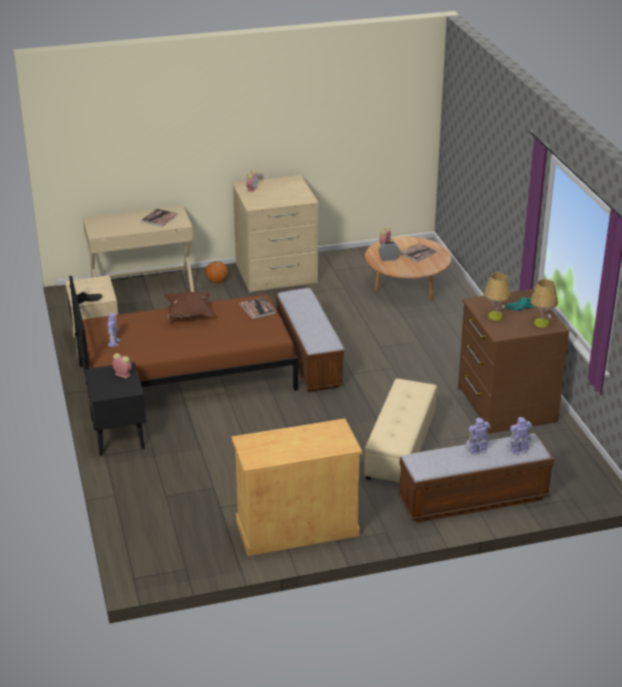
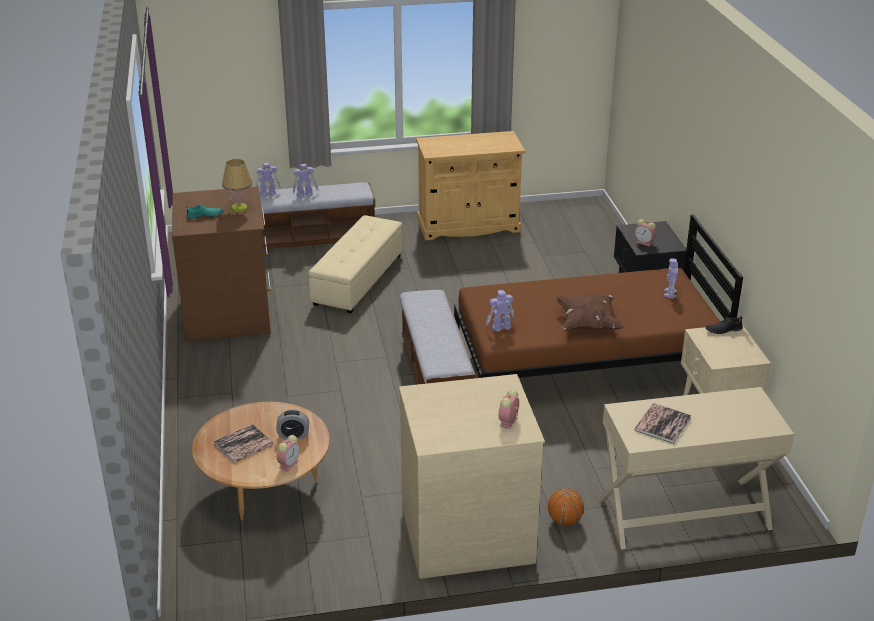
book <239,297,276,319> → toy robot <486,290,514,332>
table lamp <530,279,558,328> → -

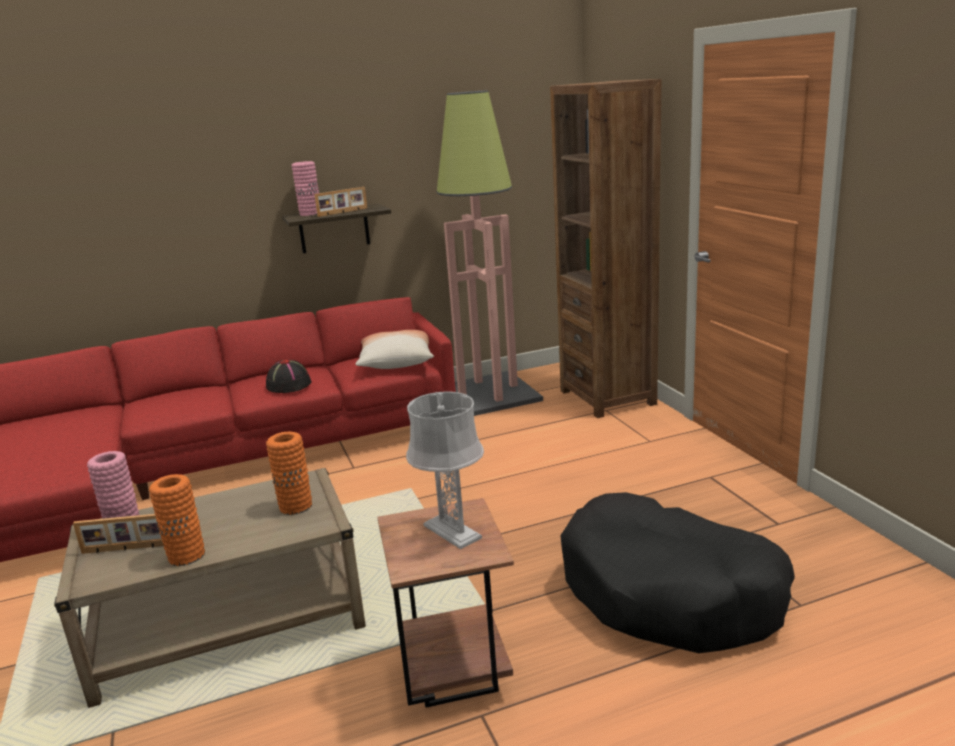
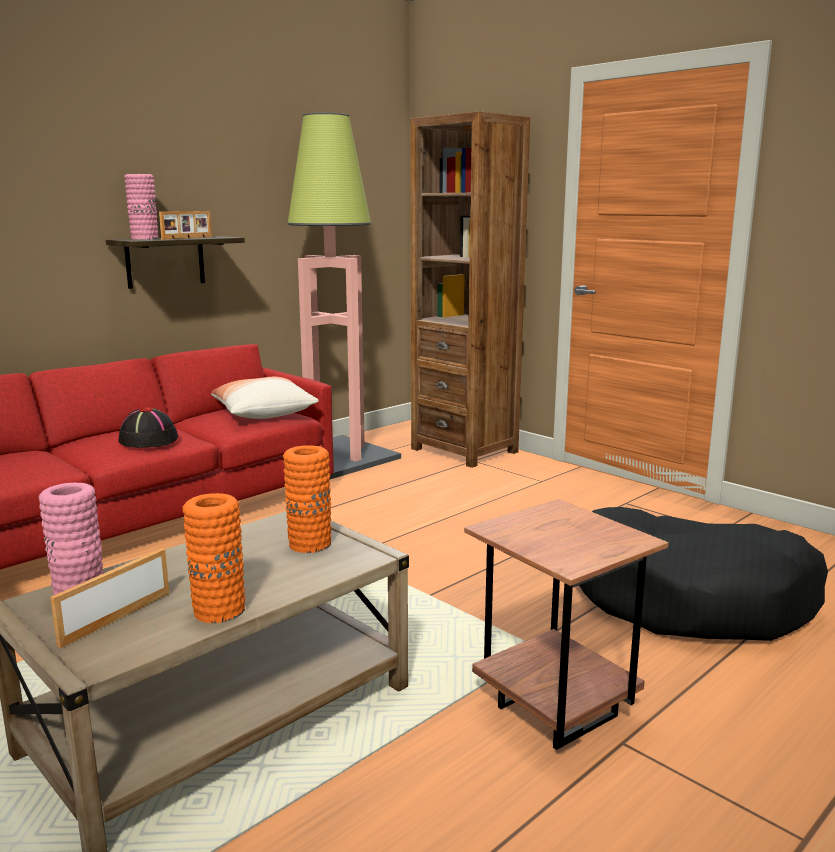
picture frame <73,514,164,554> → picture frame <50,548,169,648>, 150 degrees clockwise
table lamp in grey <406,392,484,549> → -

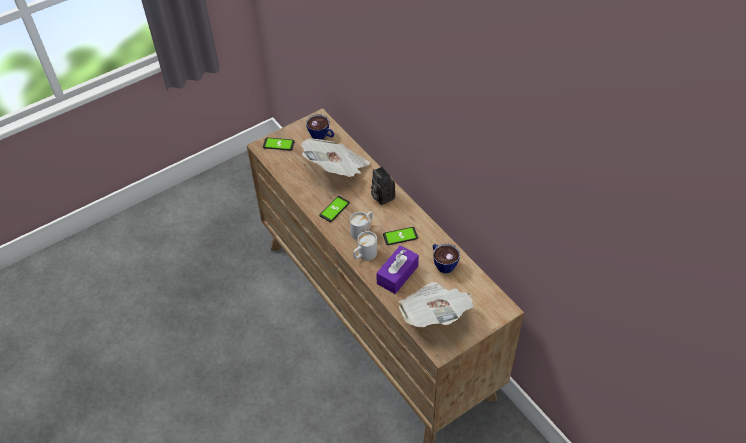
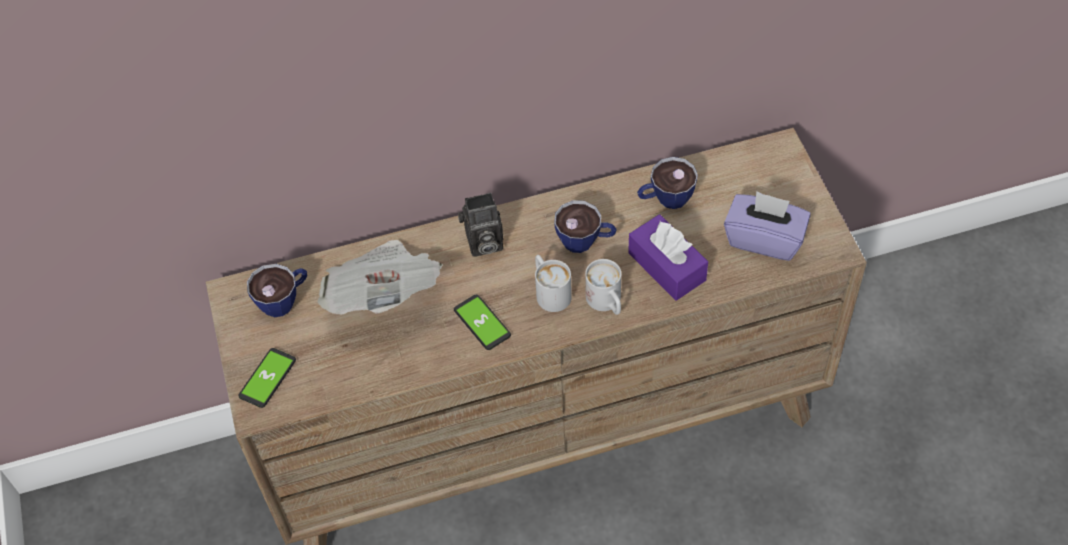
phone <383,227,418,245> → cup <554,200,617,253>
newspaper <398,282,474,327> → tissue box in purple <724,191,811,261>

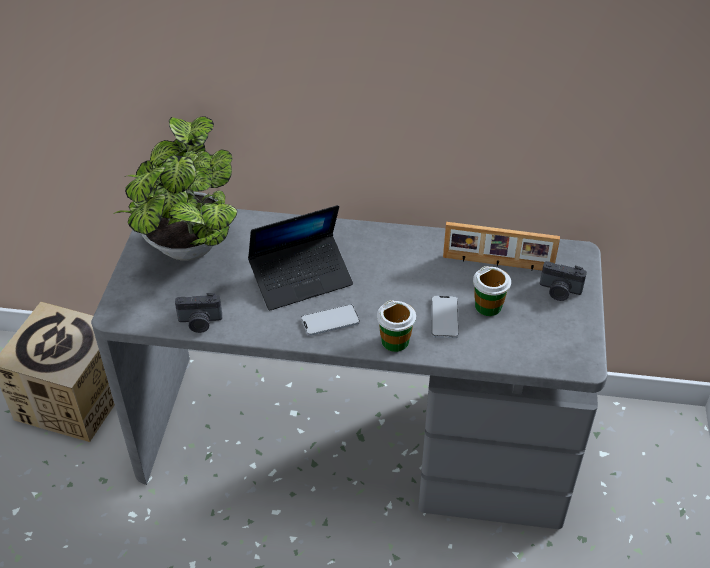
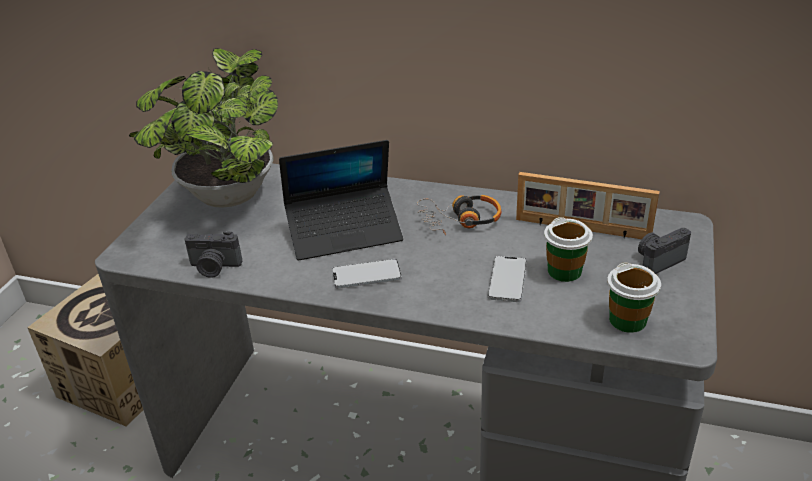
cup <377,300,416,352> → cup <607,262,661,333>, move
photo camera <540,261,587,301> → photo camera <638,228,691,274>, 120 degrees clockwise
- → headphones <417,195,502,235>

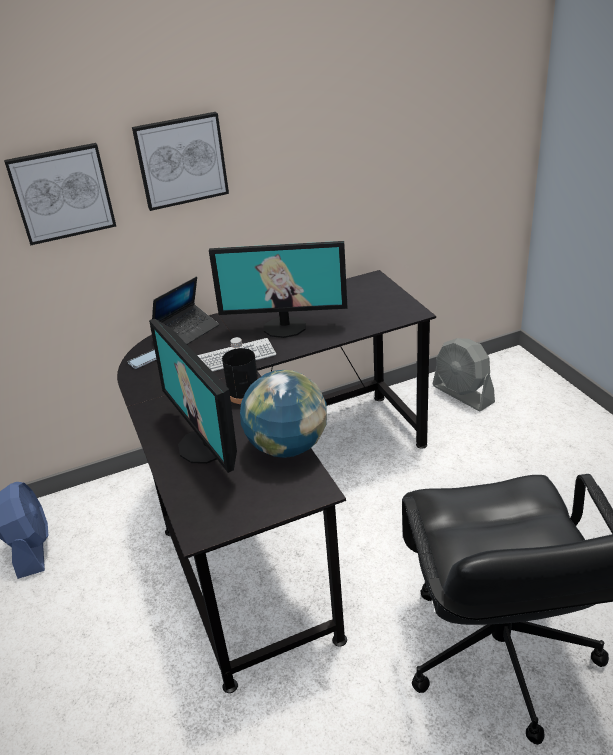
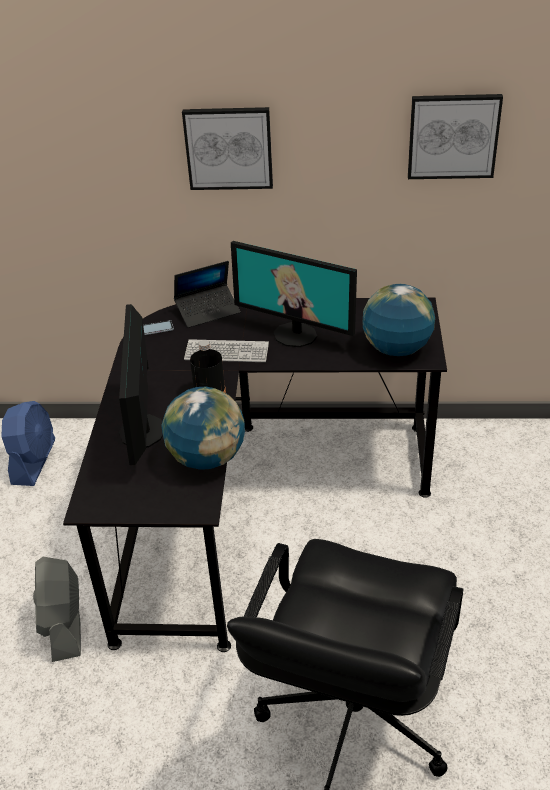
picture <4,143,116,245> → picture <408,94,503,179>, move
fan in grey <433,338,495,411> → fan in grey <33,557,81,662>, move
- → globe <363,284,435,356>

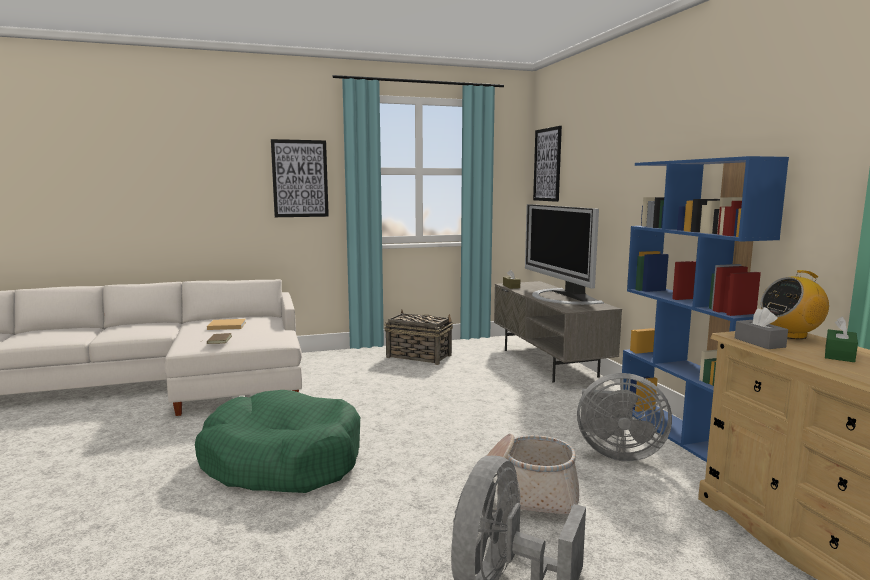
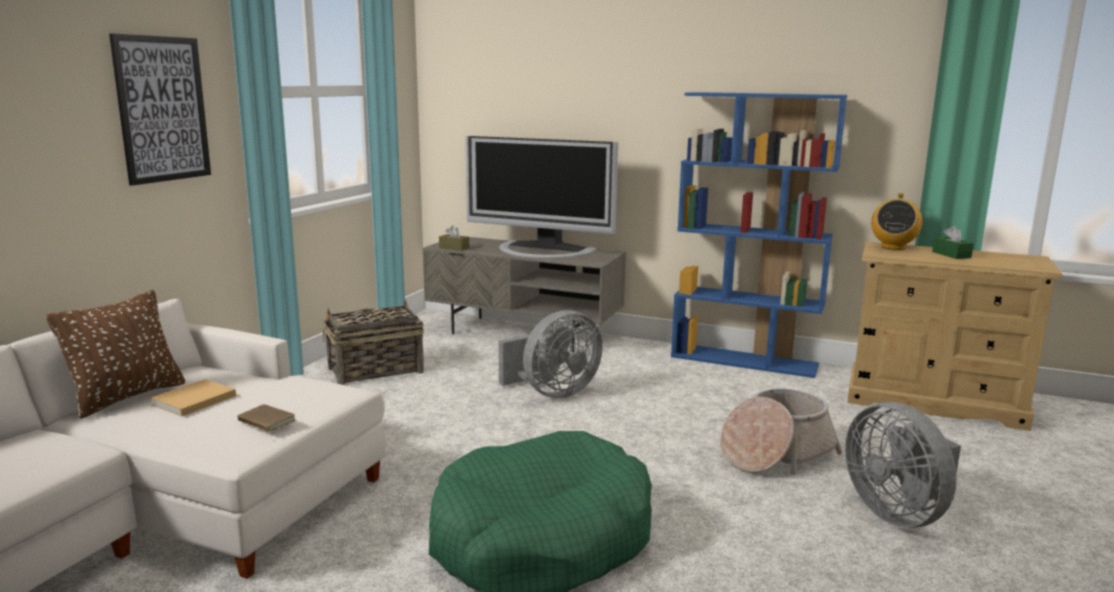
picture <533,126,562,202> → -
fan in grey <577,373,672,462> → fan in grey <498,310,603,398>, move
tissue box in grey <735,307,788,349> → -
- → pillow in brown <46,290,185,419>

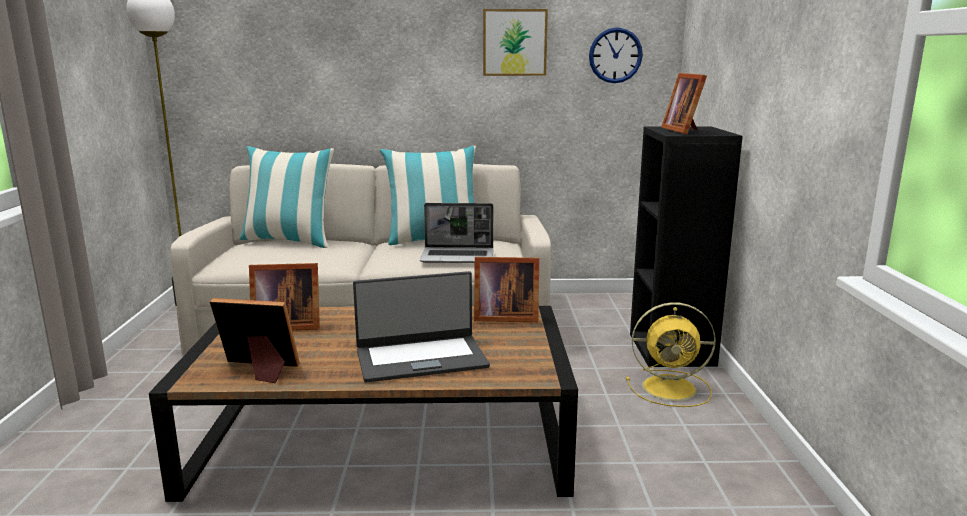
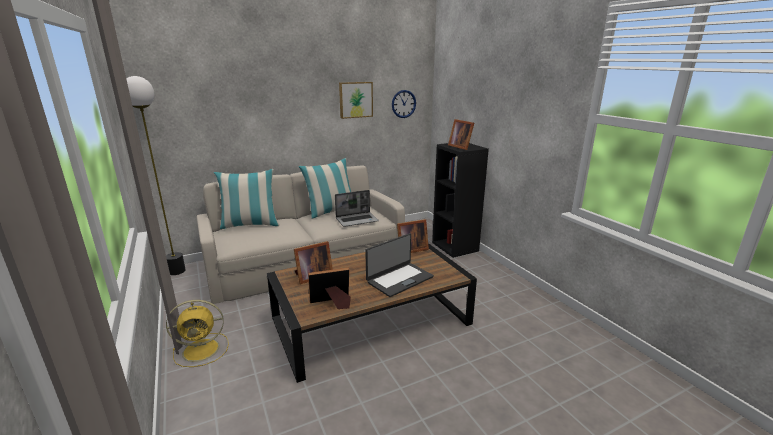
fan in yellow <626,302,716,407> → fan in yellow <166,300,229,367>, move

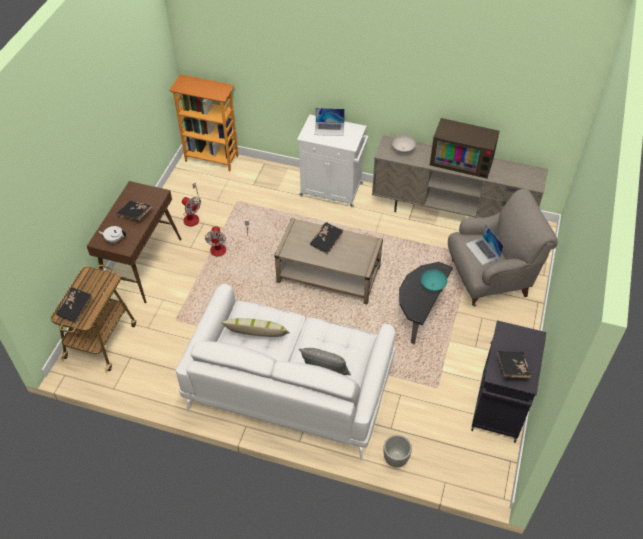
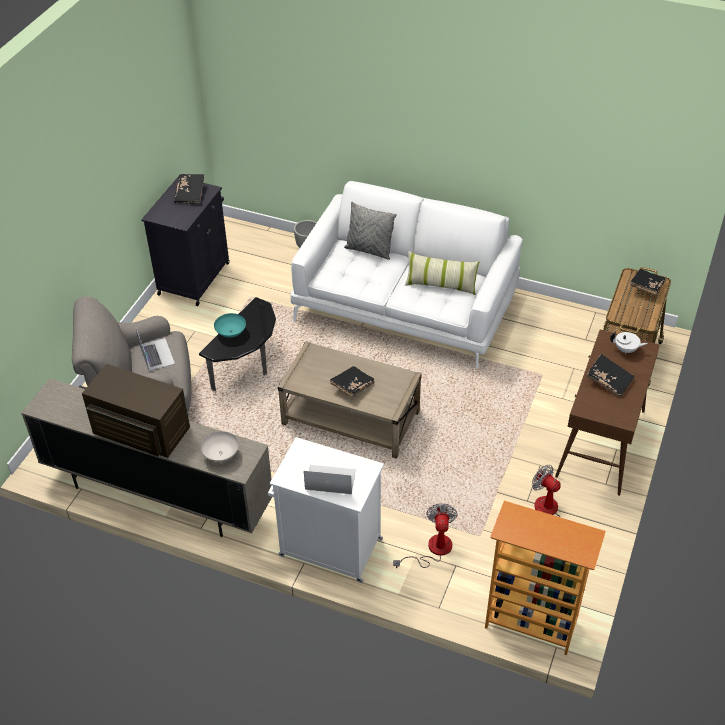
fan <205,221,249,256> → fan <393,503,458,568>, move

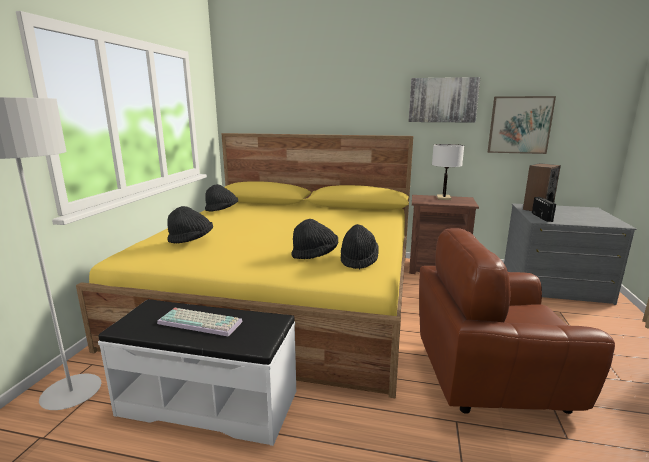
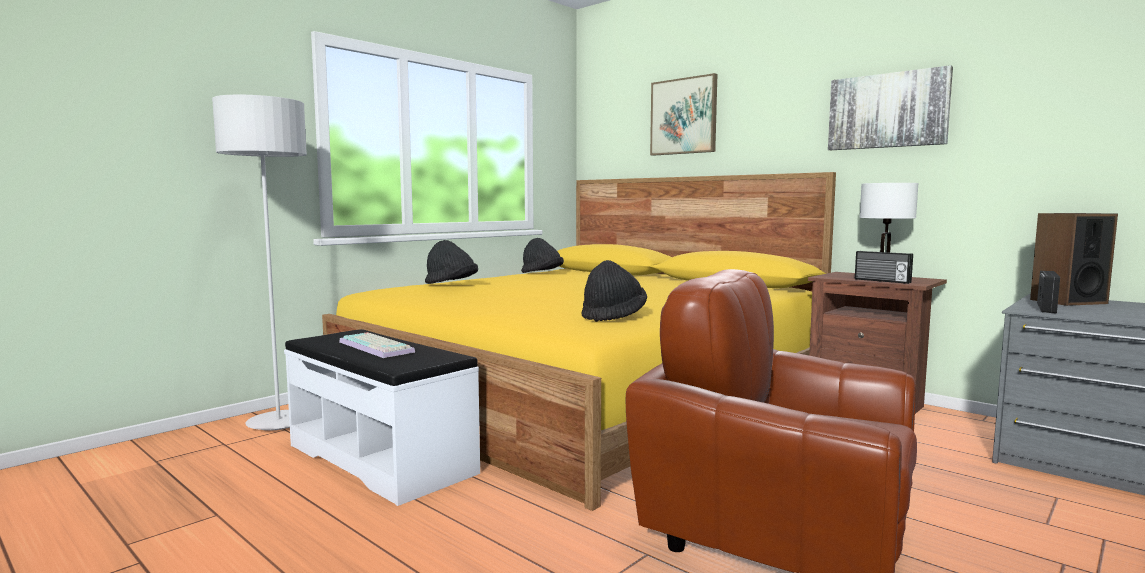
hat in black <292,219,338,259> → -
picture <488,96,556,154> → picture <650,73,717,156>, move
- → radio <855,251,913,284>

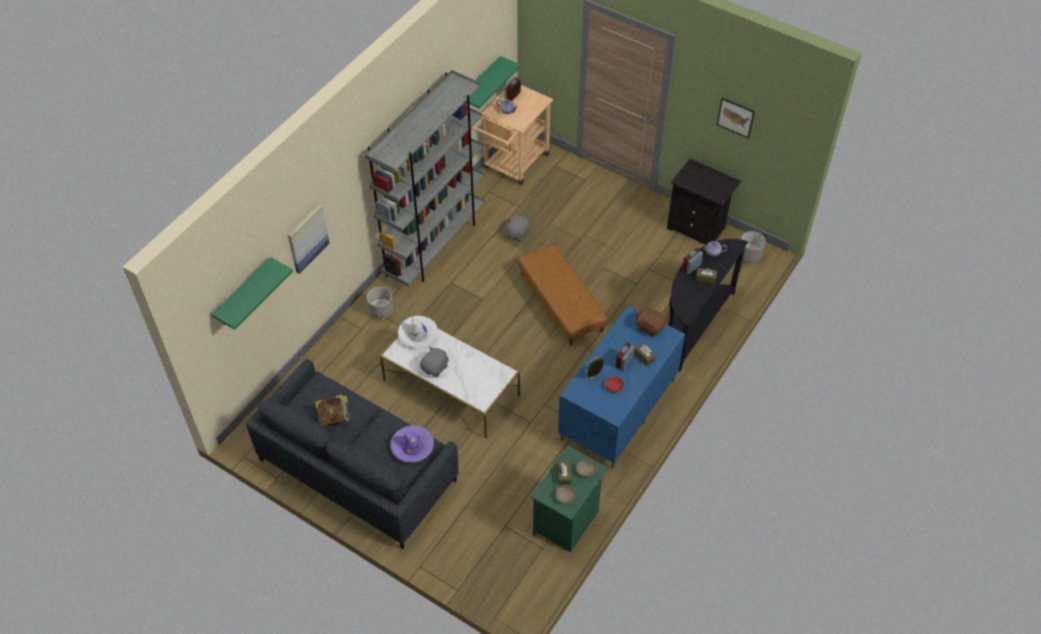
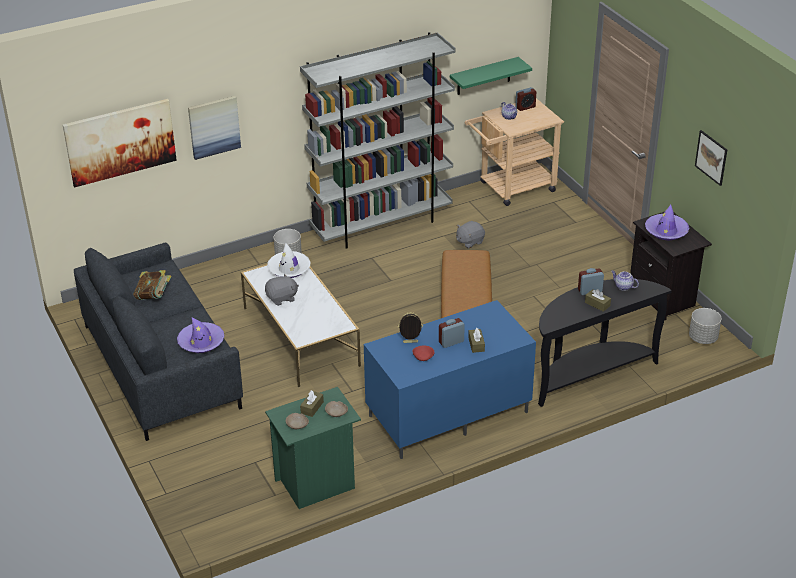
shelf in green <211,257,293,330> → picture <63,99,177,187>
plush toy in brown <635,306,666,337> → -
- → hat in purple <645,205,689,240>

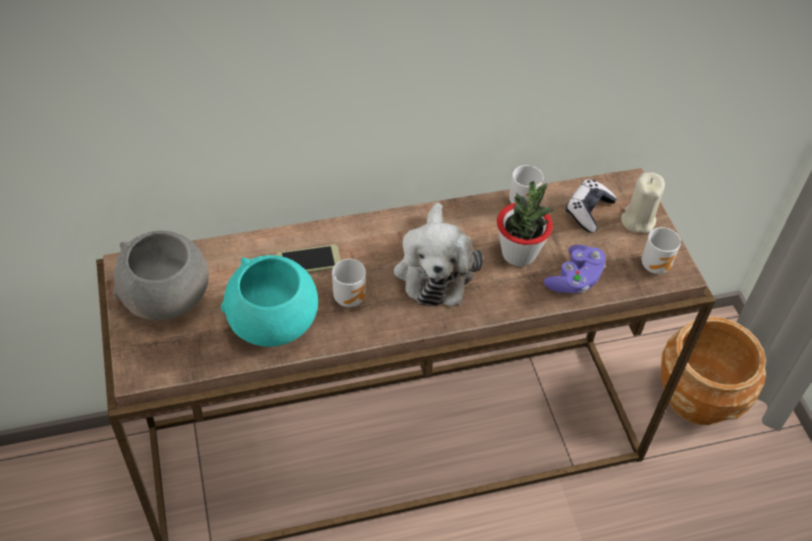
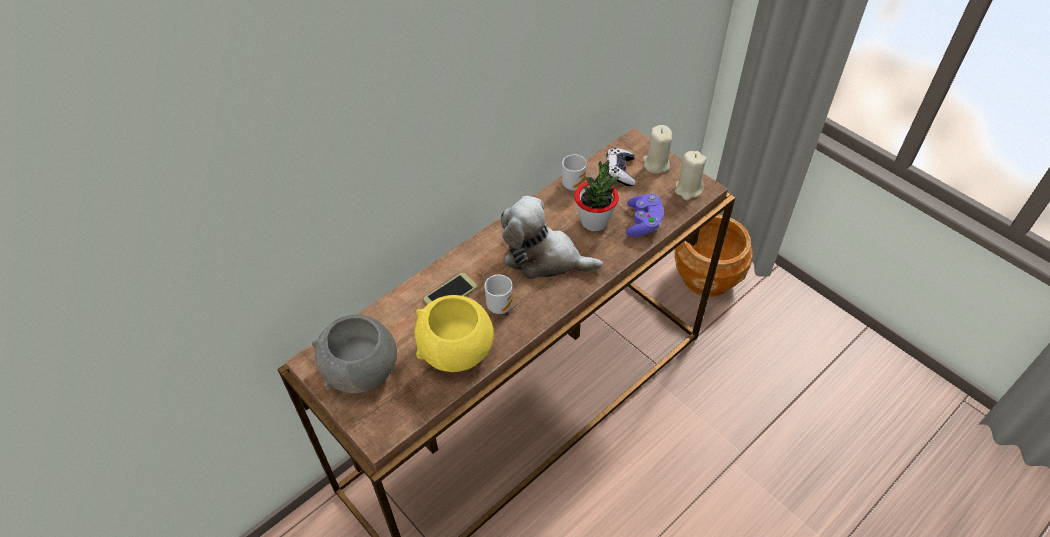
bowl in turquoise <221,255,318,347> → bowl in yellow <414,295,494,372>
plush toy <394,203,483,306> → plush toy <501,196,603,279>, 135 degrees clockwise
mug <642,227,681,274> → candle in beige <675,151,707,200>

